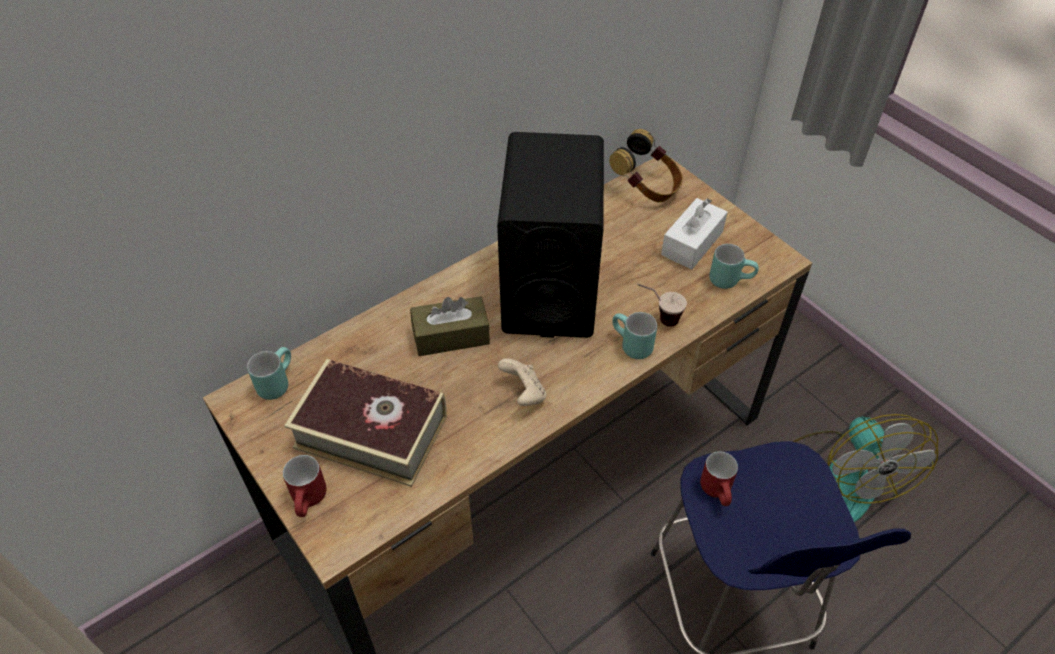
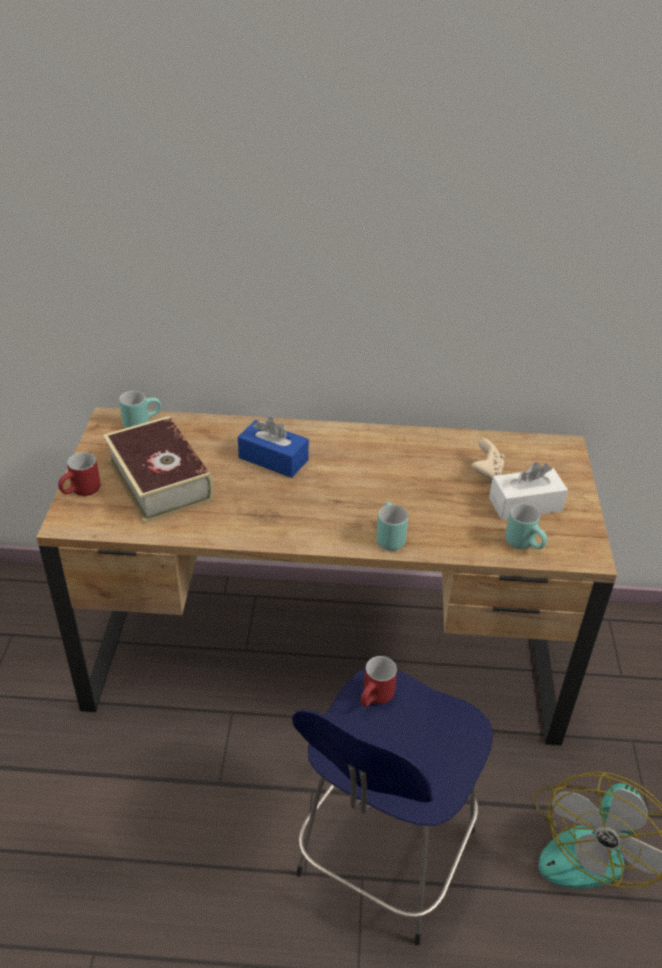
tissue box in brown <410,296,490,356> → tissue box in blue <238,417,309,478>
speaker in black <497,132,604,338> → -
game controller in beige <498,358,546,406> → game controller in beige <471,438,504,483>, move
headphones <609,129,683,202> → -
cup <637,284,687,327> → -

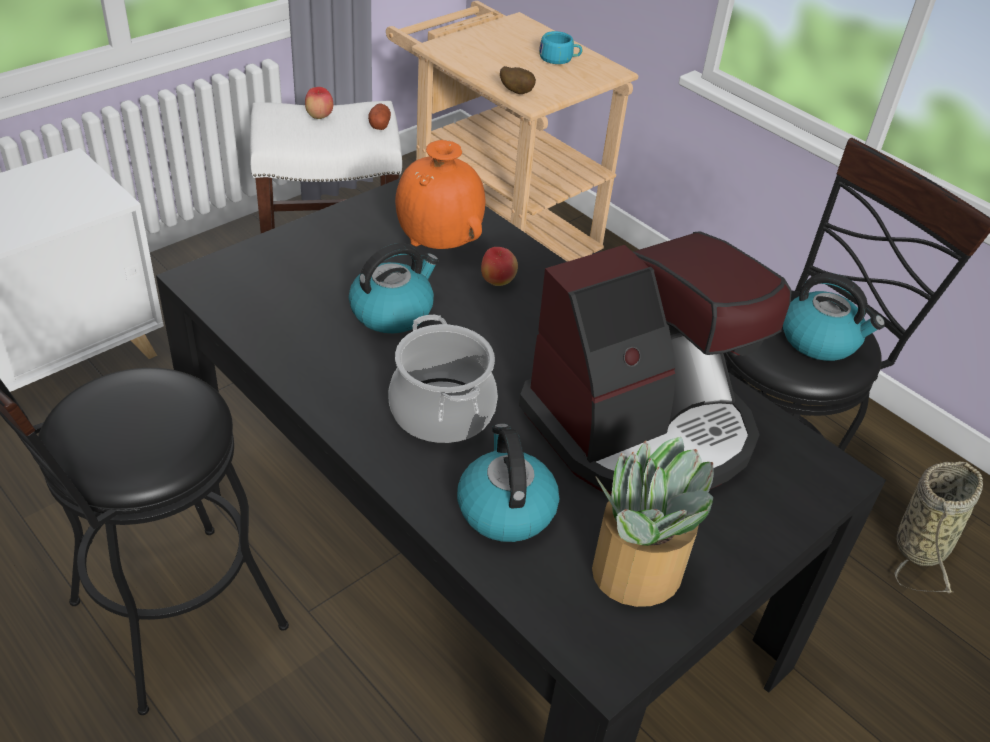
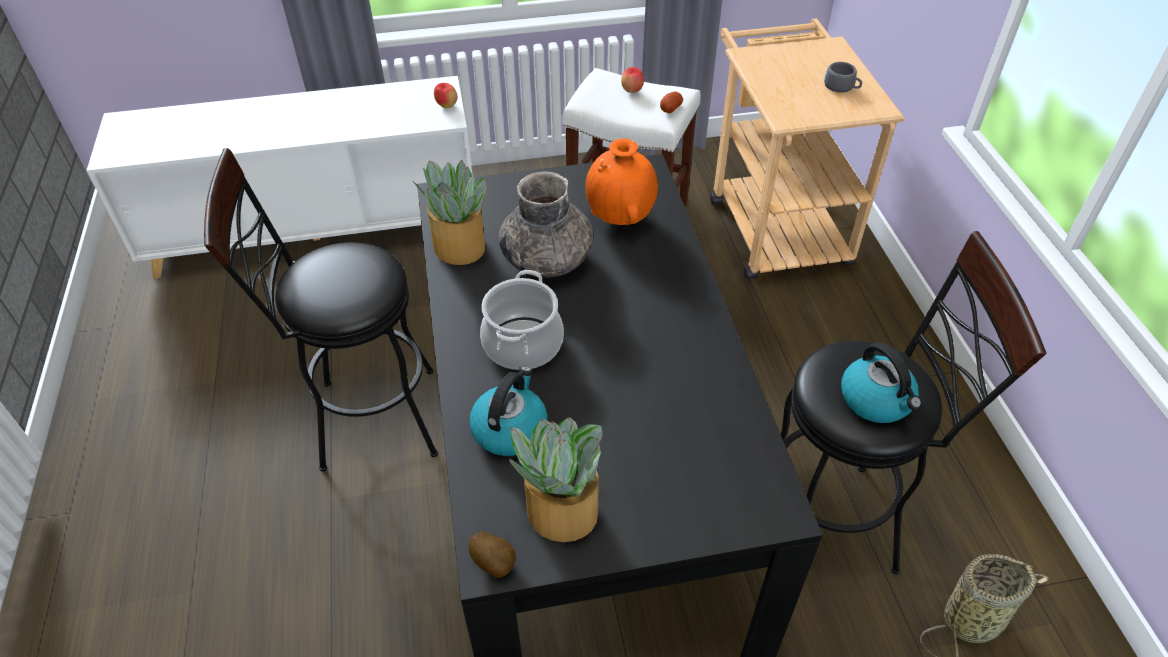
kettle <349,243,439,333> → vase in grey <499,171,593,278>
apple <481,247,518,286> → apple <434,83,457,108>, move
potato <500,66,536,94> → potato <469,531,516,578>, move
coffee machine <519,231,792,494> → -
cup in turquoise <539,31,582,64> → cup in grey <824,62,862,92>
- → potted plant <412,160,486,265>

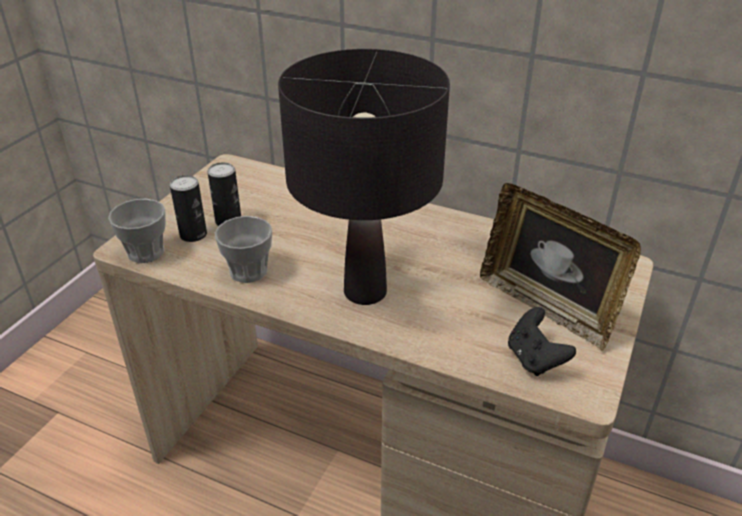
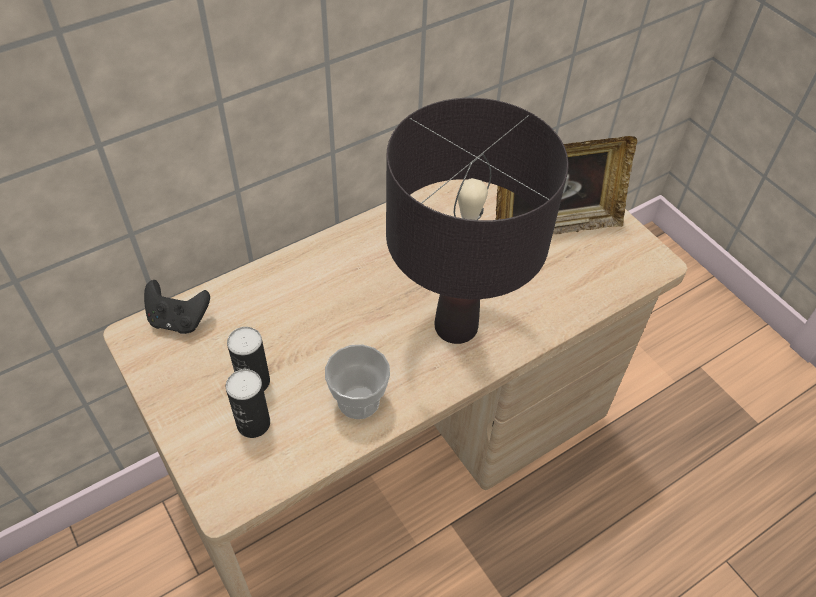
cup <108,199,166,263> → -
game controller in black <508,307,576,376> → game controller in black <144,280,210,334>, move

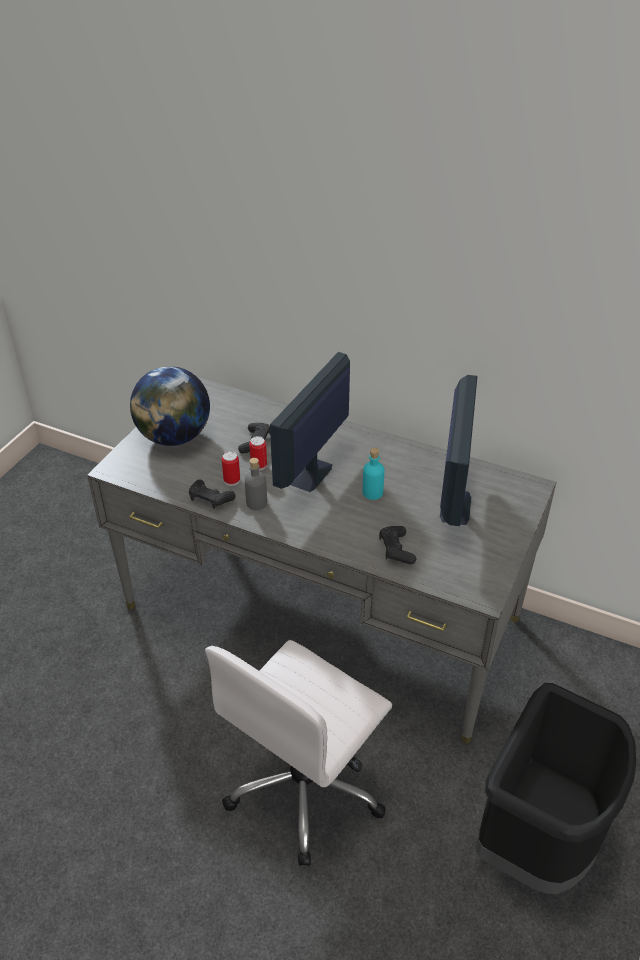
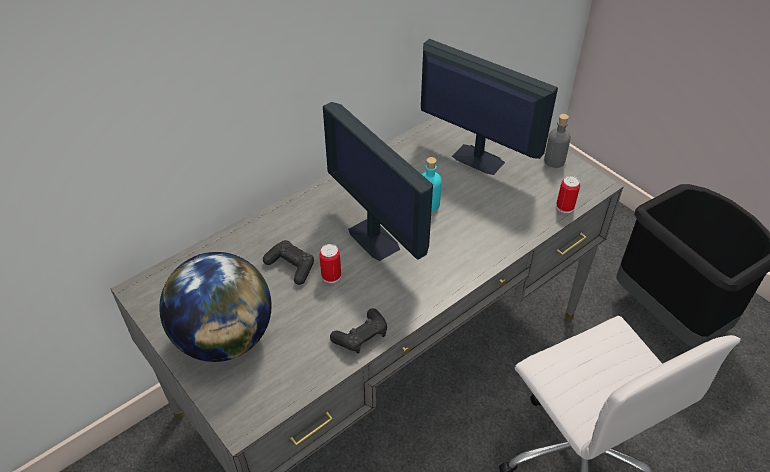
can <222,451,240,486> → can <556,176,580,213>, move
bottle in grey <245,458,267,510> → bottle in grey <544,114,571,168>, move
game controller in black <379,526,416,564> → -

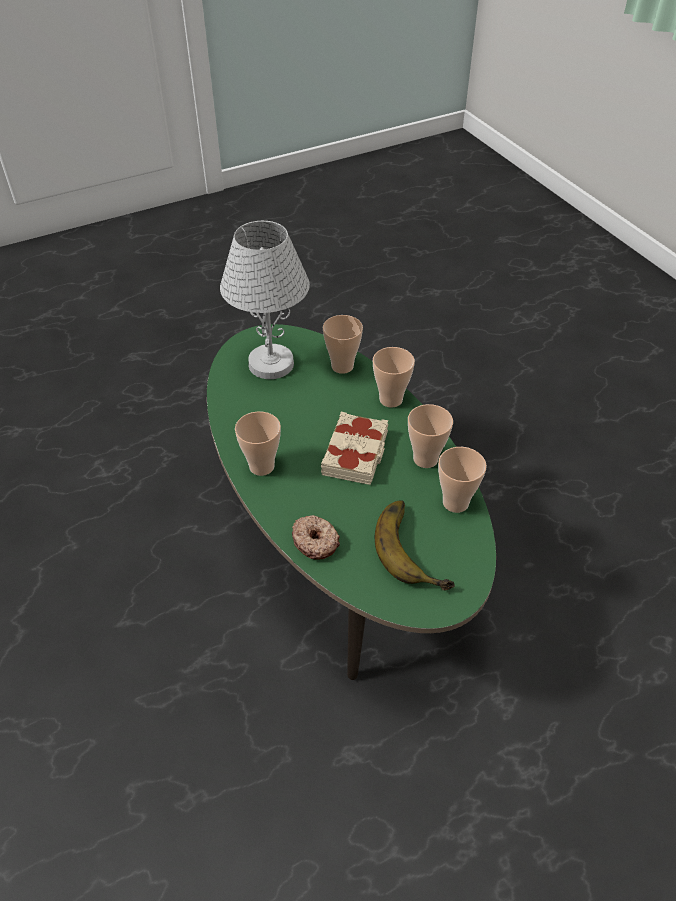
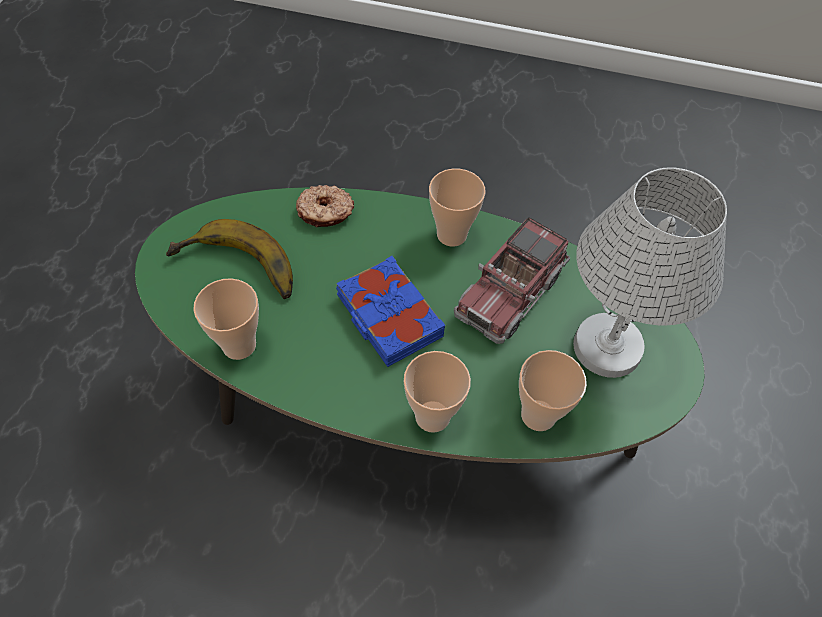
book in beige <321,412,388,485> → book in blue <336,256,445,367>
cup <408,404,453,468> → -
- → toy truck <454,217,570,344>

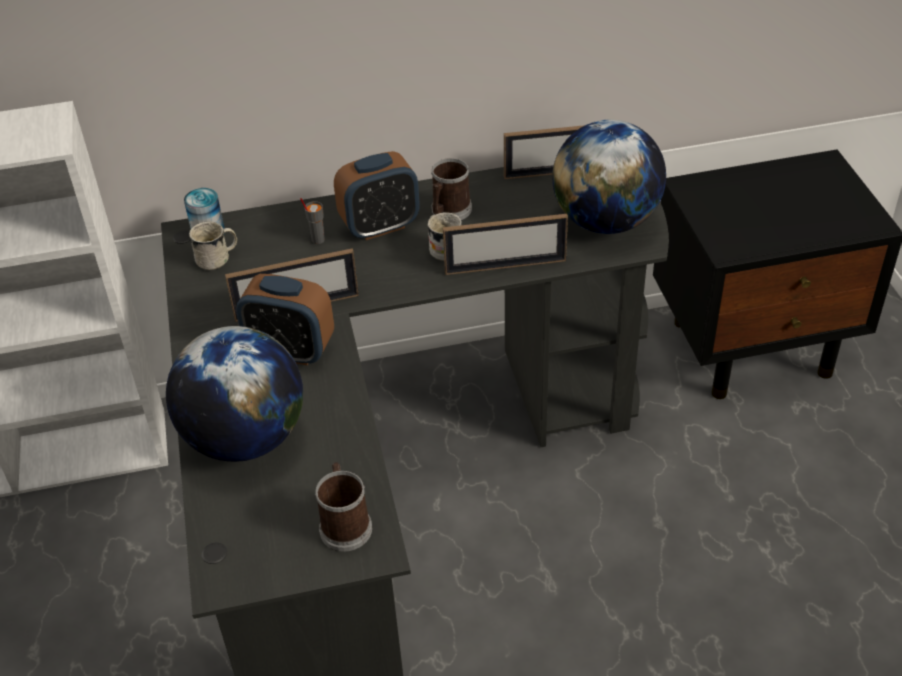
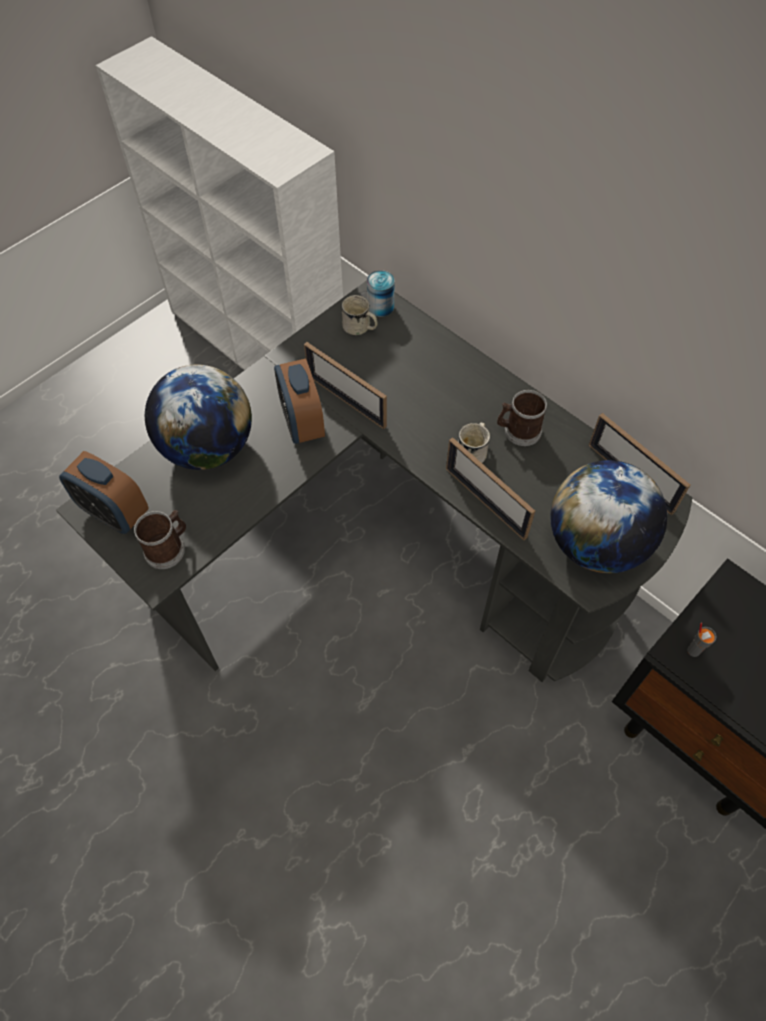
cup in grey <300,198,325,244> → cup in grey <687,623,716,657>, move
alarm clock <334,151,420,240> → alarm clock <59,451,148,534>, move

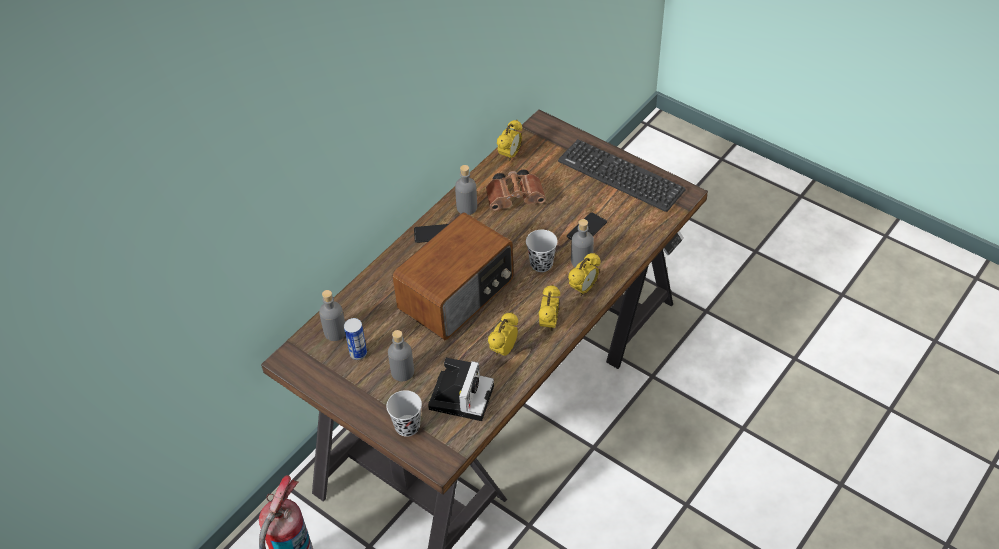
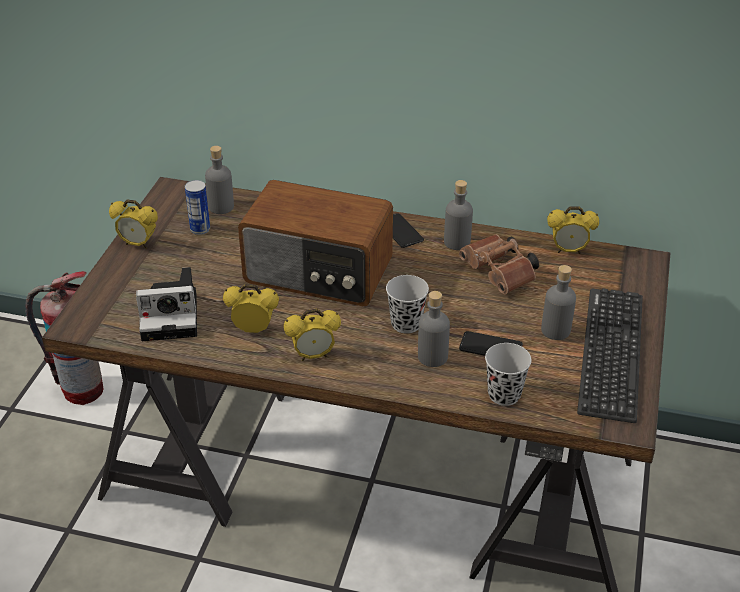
cup in black <386,390,422,437> → cup in black <485,343,532,406>, move
bottle in grey <388,330,414,381> → bottle in grey <541,265,576,340>, move
alarm clock <568,253,601,296> → alarm clock <109,200,158,249>, move

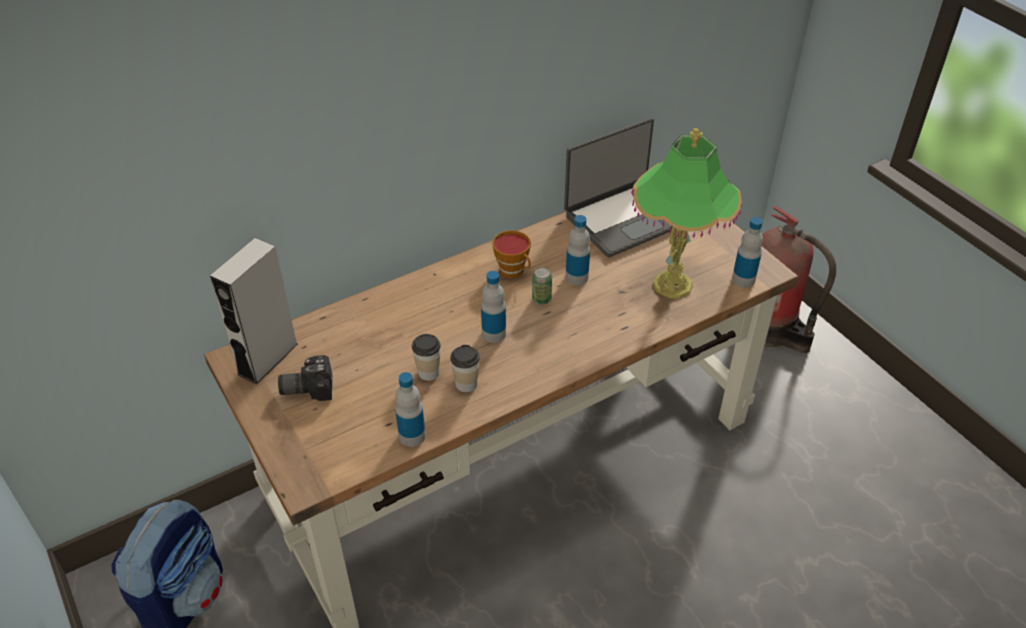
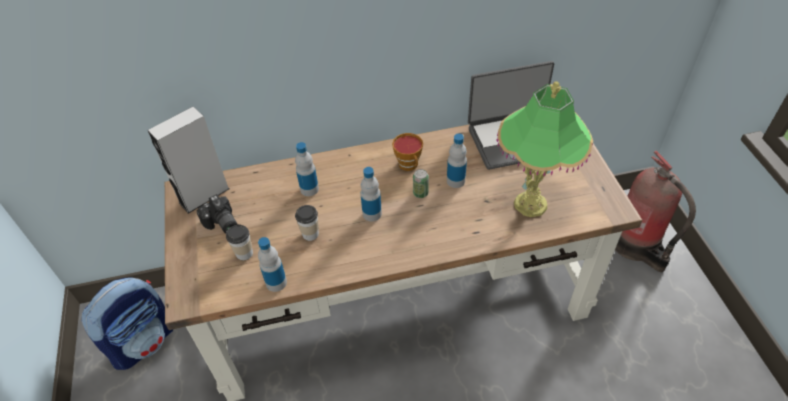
photo camera <278,355,332,401> → photo camera <197,194,238,233>, 135 degrees counterclockwise
cup <450,345,480,392> → cup <226,224,253,260>, move
bottle <732,217,763,287> → bottle <295,142,319,196>, move

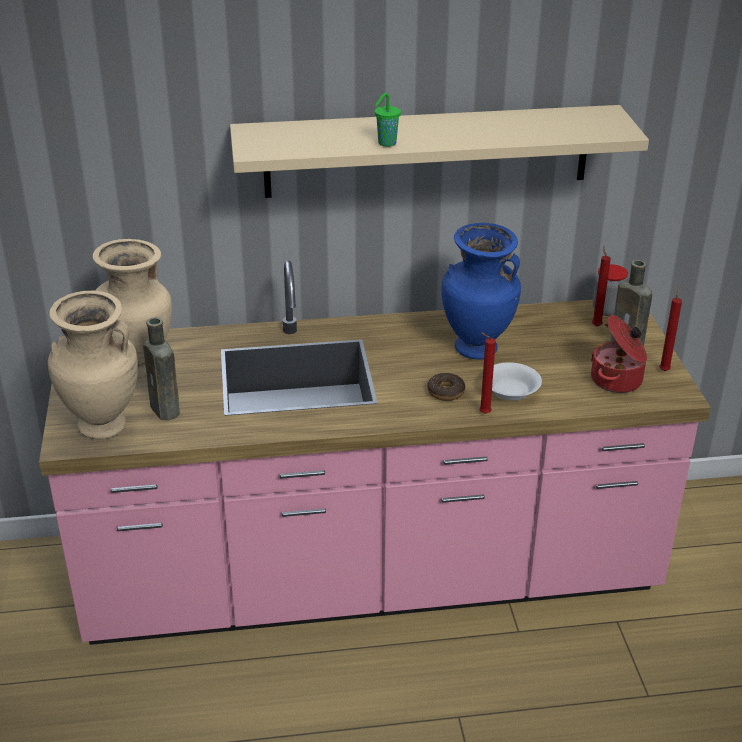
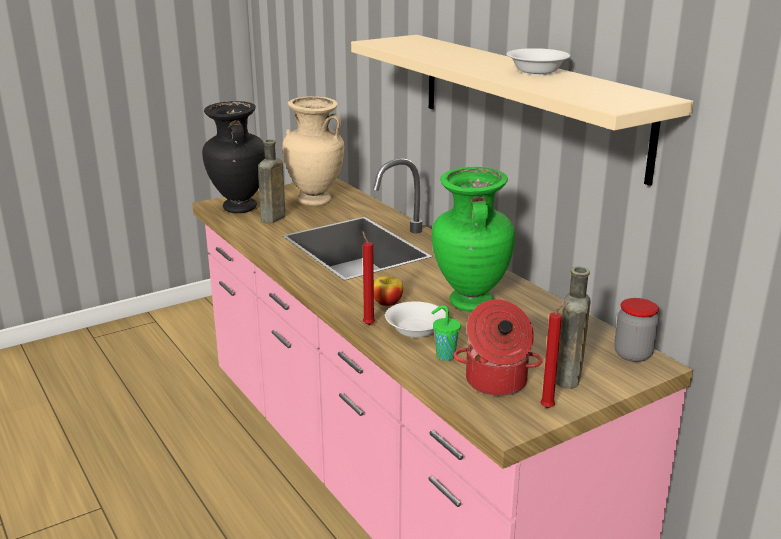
vase in beige <48,290,138,440> → vase in black <202,101,265,213>
cup in green <375,93,401,147> → cup in green <432,305,461,361>, move
donut <427,373,465,401> → apple <374,276,404,306>
vase in blue <441,223,521,360> → vase in green <432,167,515,312>
candle in red <592,245,611,327> → -
- → bowl in white <507,48,570,75>

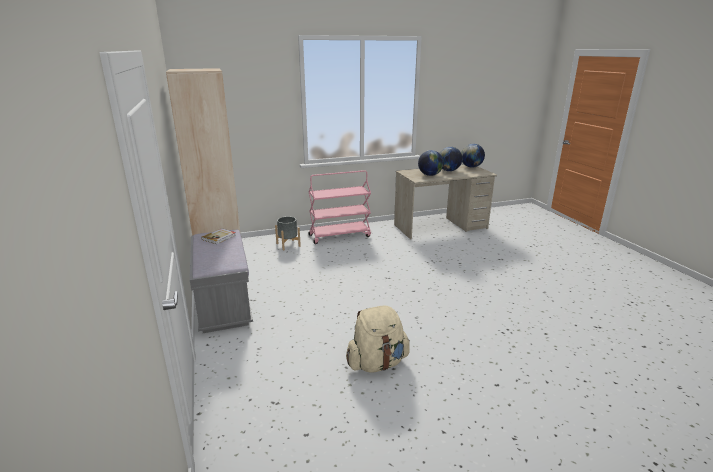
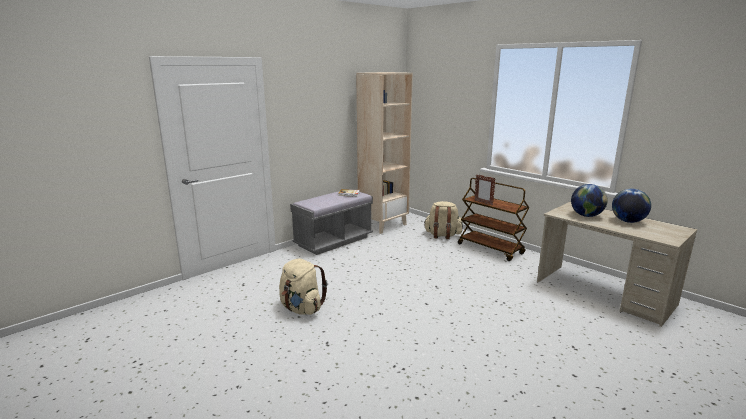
planter in grey <275,216,301,250> → backpack in beige <425,201,463,239>
cart in pink <308,170,371,244> → cart in brown <458,178,530,261>
globe <461,144,485,168> → -
- → picture frame <474,175,496,205>

